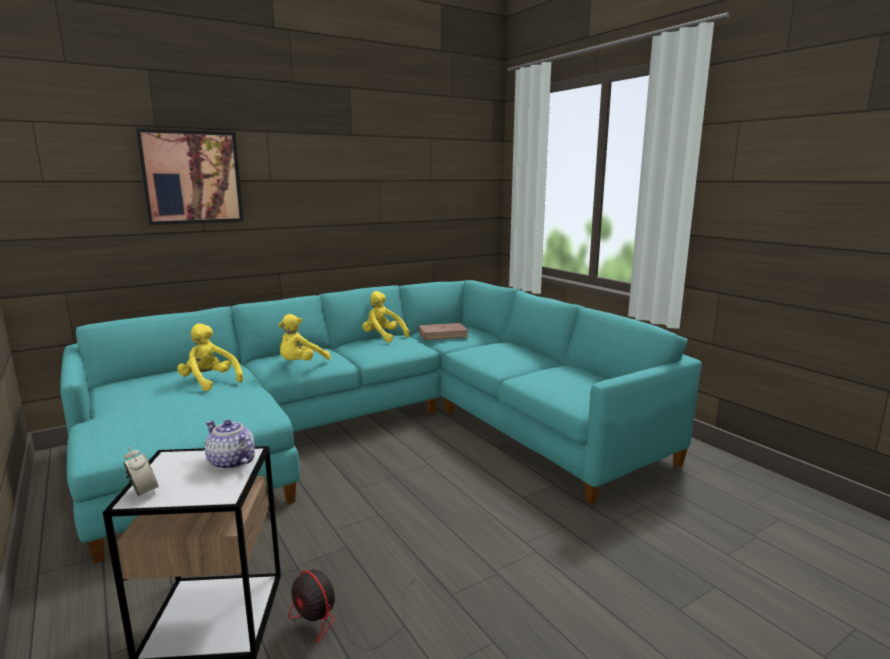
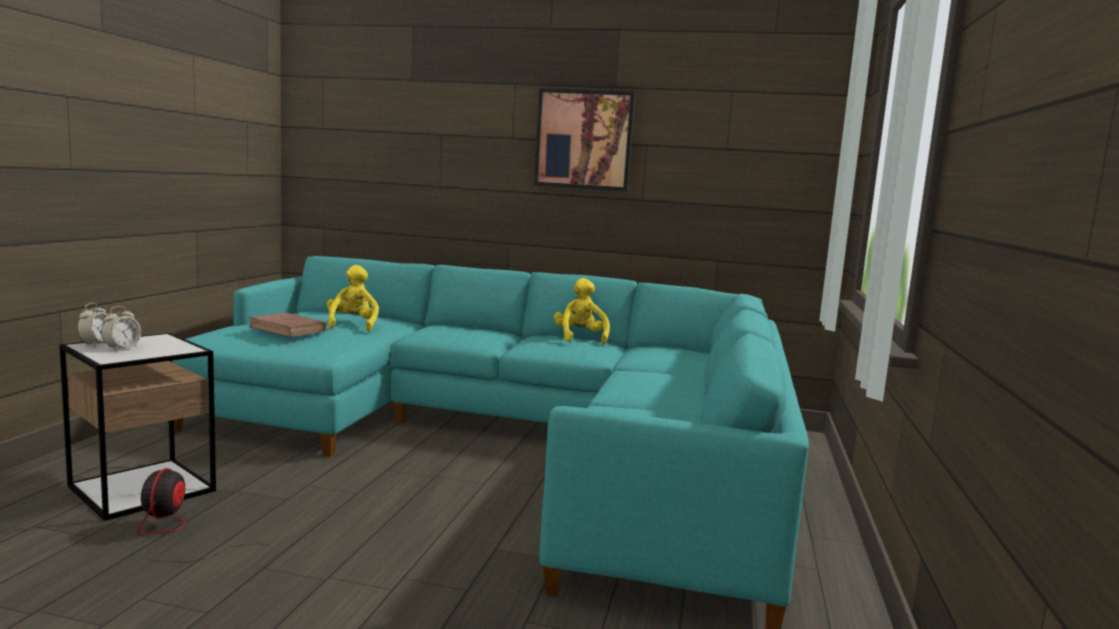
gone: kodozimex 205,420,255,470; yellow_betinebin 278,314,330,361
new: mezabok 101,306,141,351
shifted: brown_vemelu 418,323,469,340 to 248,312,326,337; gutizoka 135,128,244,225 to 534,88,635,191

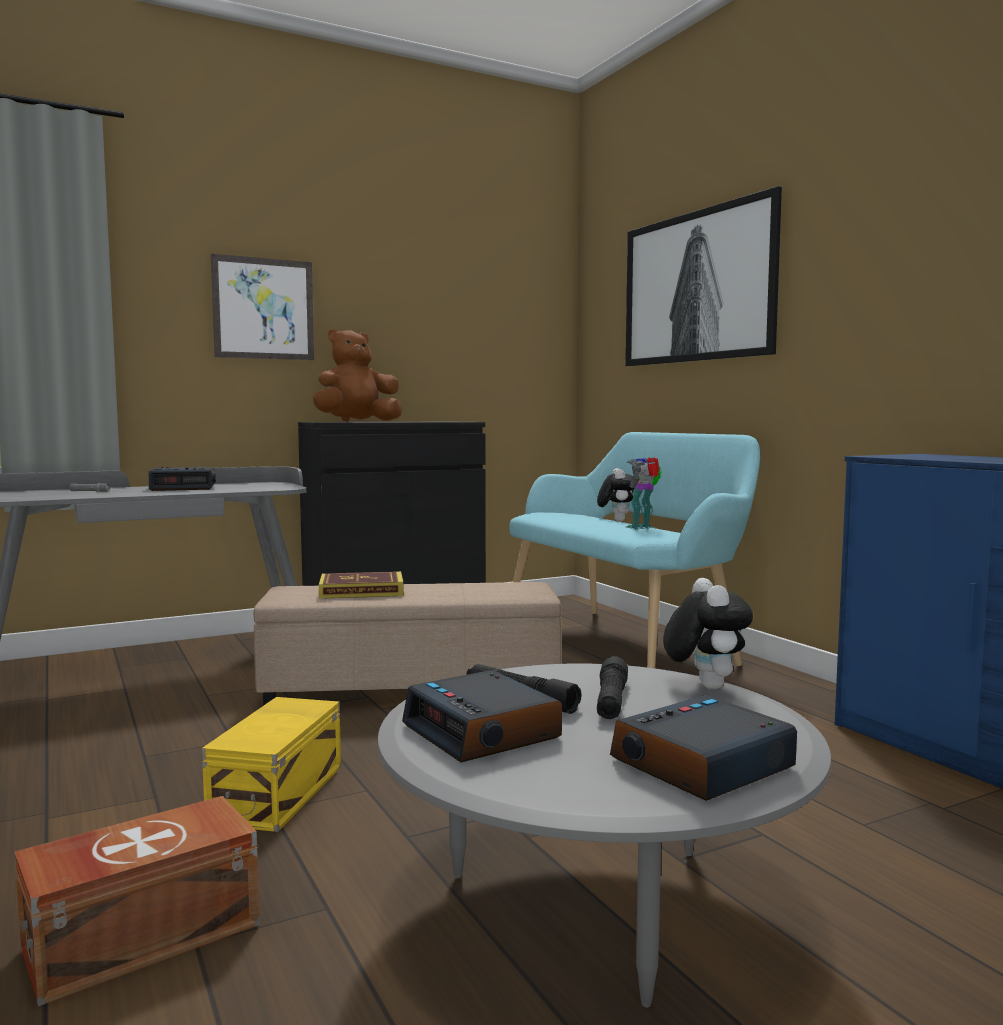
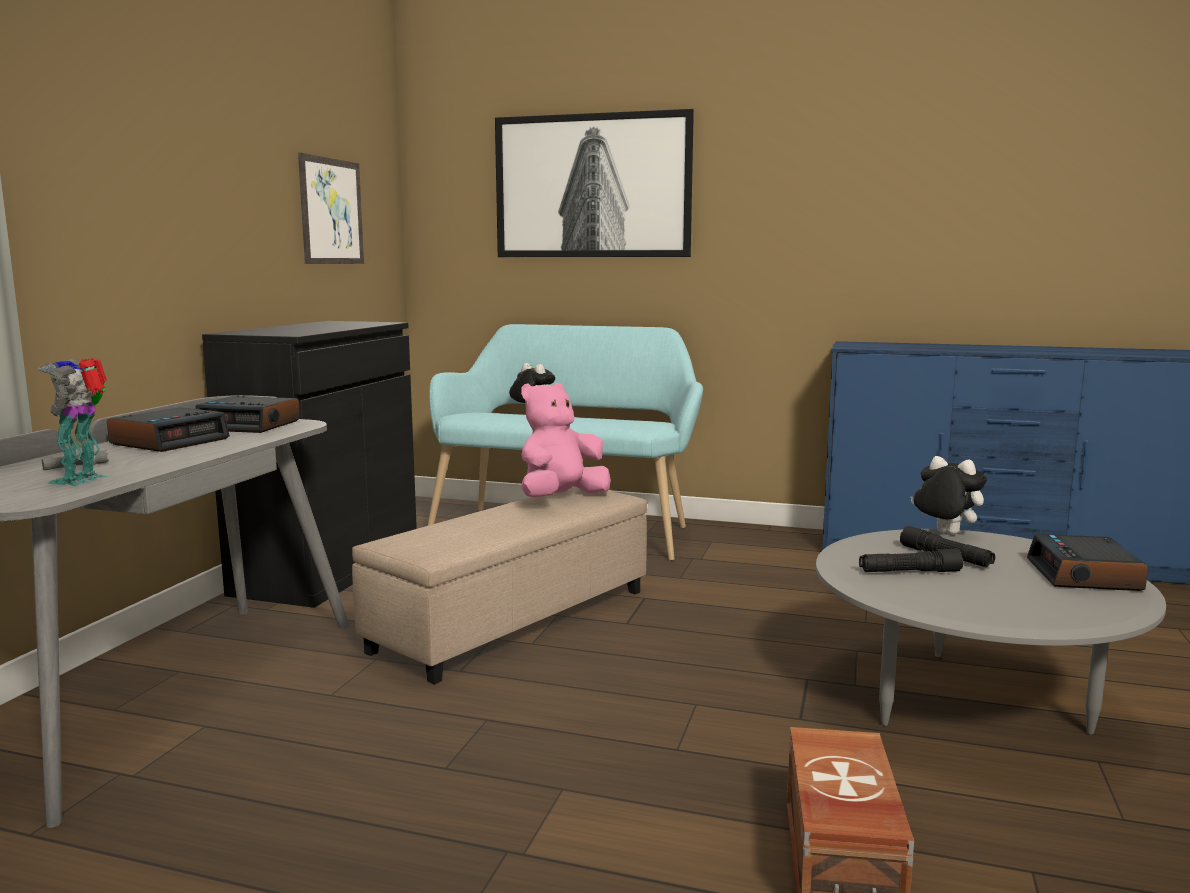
gone: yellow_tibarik 202,697,341,832; brown_betinebin 313,329,402,421; vemelu 319,571,404,599
new: pink_betinebin 521,383,611,497
shifted: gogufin 626,457,662,530 to 37,358,108,486; mezabok 402,670,562,762 to 195,396,300,433; gutizoka 211,254,314,360 to 298,153,364,264

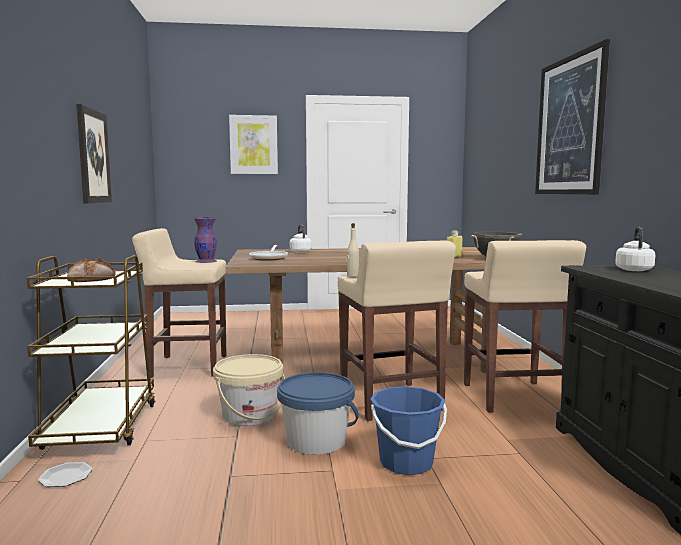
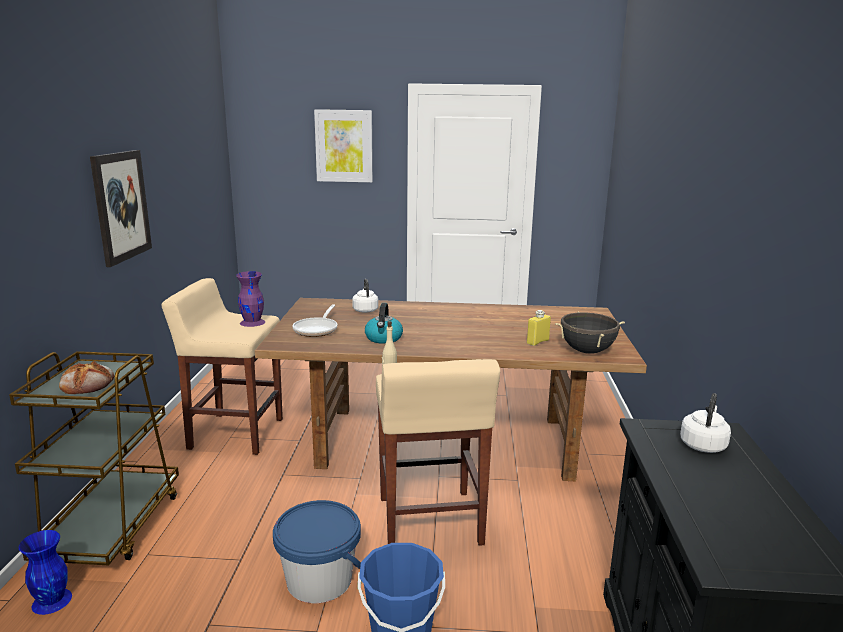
gone: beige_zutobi 213,354,285,426; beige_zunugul 464,240,586,413; gutizoka 535,39,610,194
new: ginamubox 365,303,403,344
swapped: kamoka 38,462,93,487 to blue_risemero 19,530,72,615

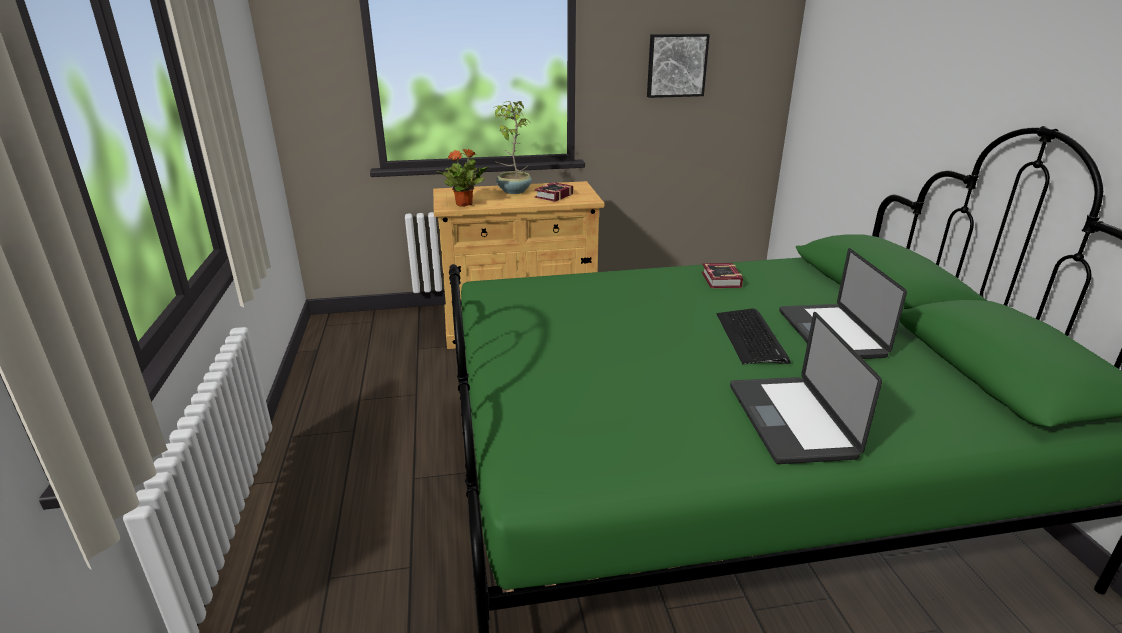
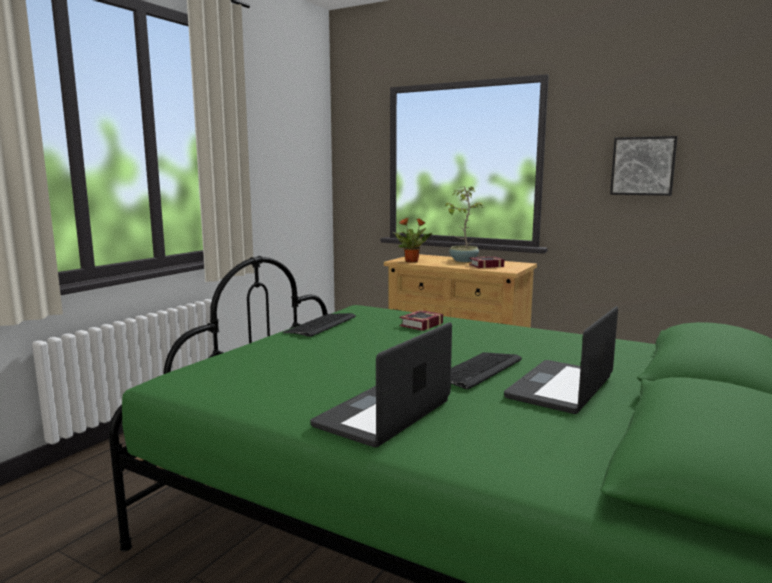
new: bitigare 282,313,356,337
shifted: vemelu 702,263,743,288 to 400,310,443,331

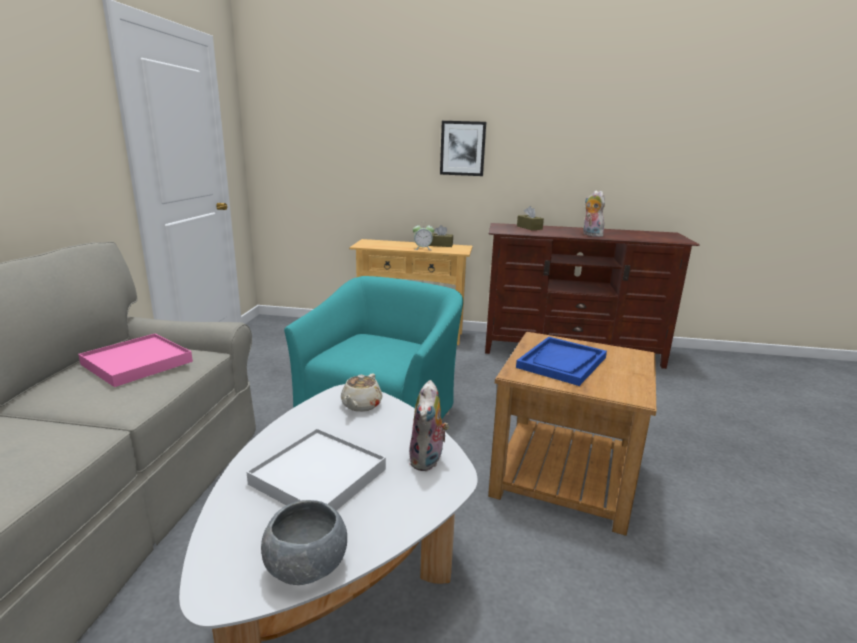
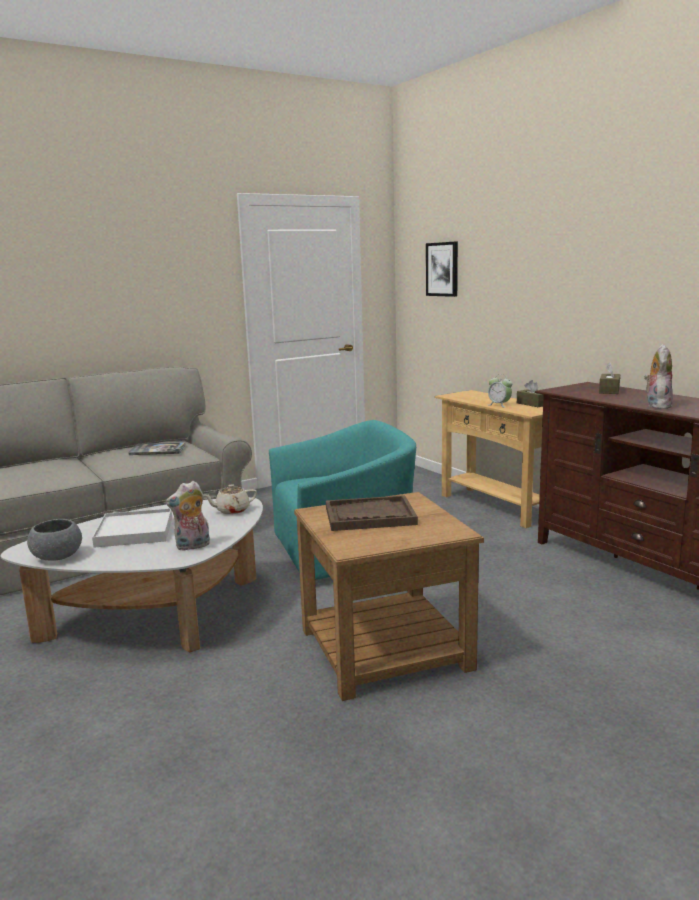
shifted: gutizoka 440,121,486,176 to 426,241,458,297
swapped: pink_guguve 78,334,193,387 to vemelu 129,443,185,455
repainted: blue_guguve 516,337,607,386 to brown_guguve 326,495,418,531

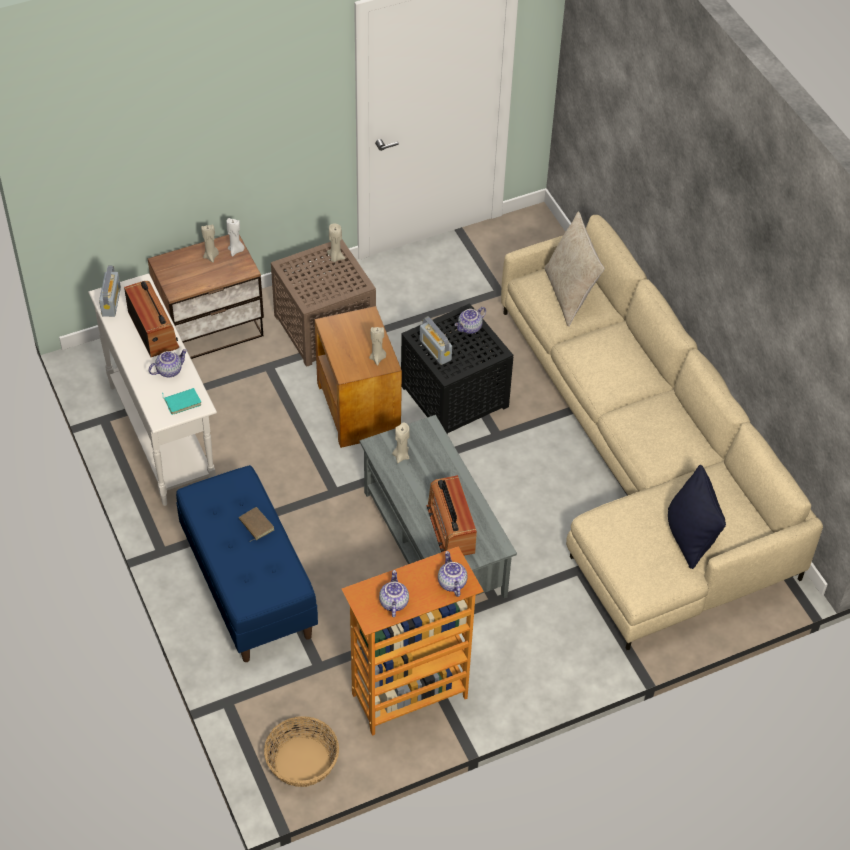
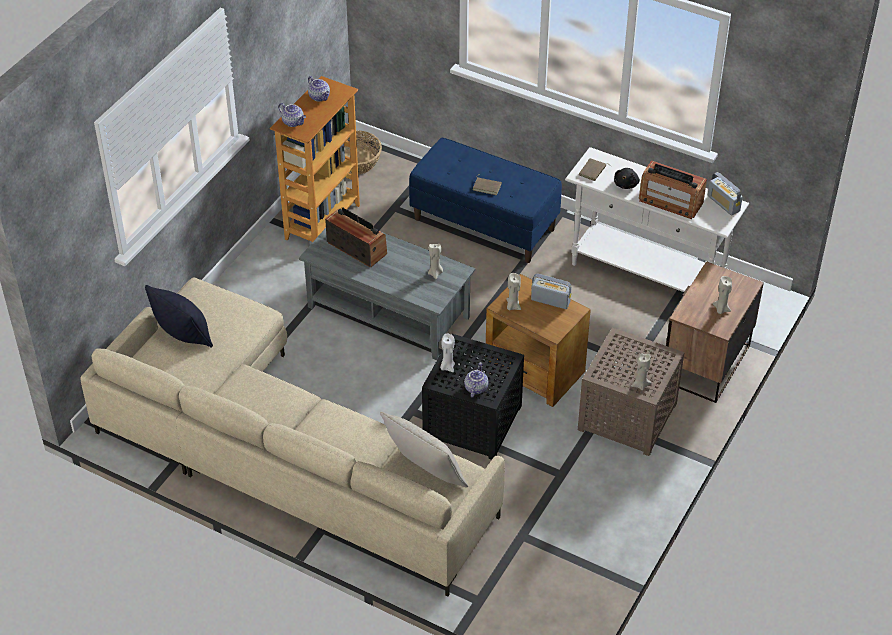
shifted: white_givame 226,218,245,257 to 440,334,455,372; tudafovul 420,316,452,365 to 531,274,571,309
swapped: kodozimex 149,349,188,377 to black_betinebin 614,168,640,189
repainted: turquoise_vemelu 162,388,201,415 to brown_vemelu 579,158,611,181

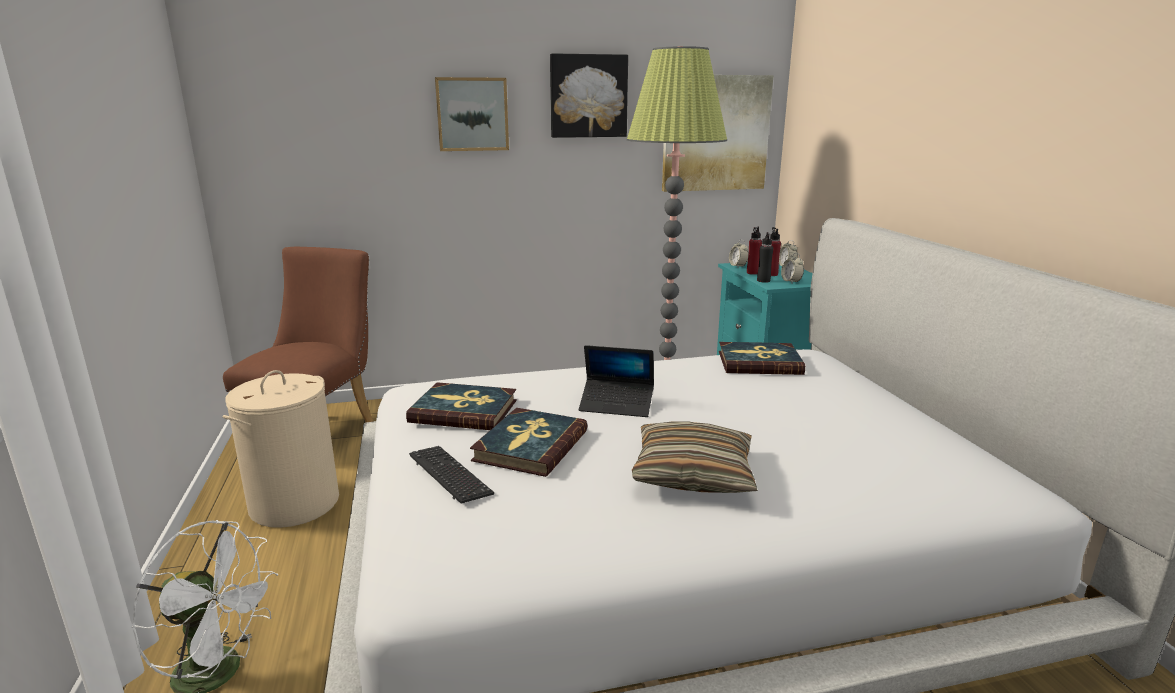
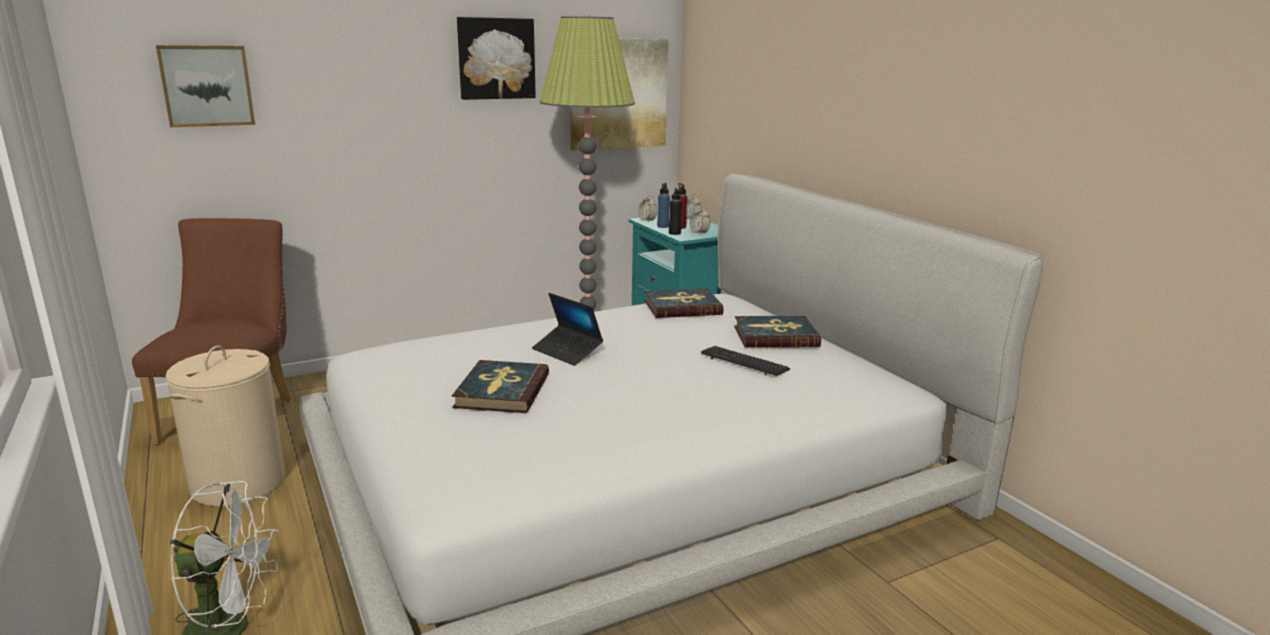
gone: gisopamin 632,421,758,493
shifted: gutizoka 435,77,509,151 to 156,45,255,127; bitigare 409,446,494,504 to 701,346,790,376; vemelu 406,382,517,430 to 734,316,821,348
repainted: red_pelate 747,227,762,275 to blue_pelate 657,183,670,228
rotated: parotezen 579,345,654,417 = 532,293,603,366 45 degrees clockwise

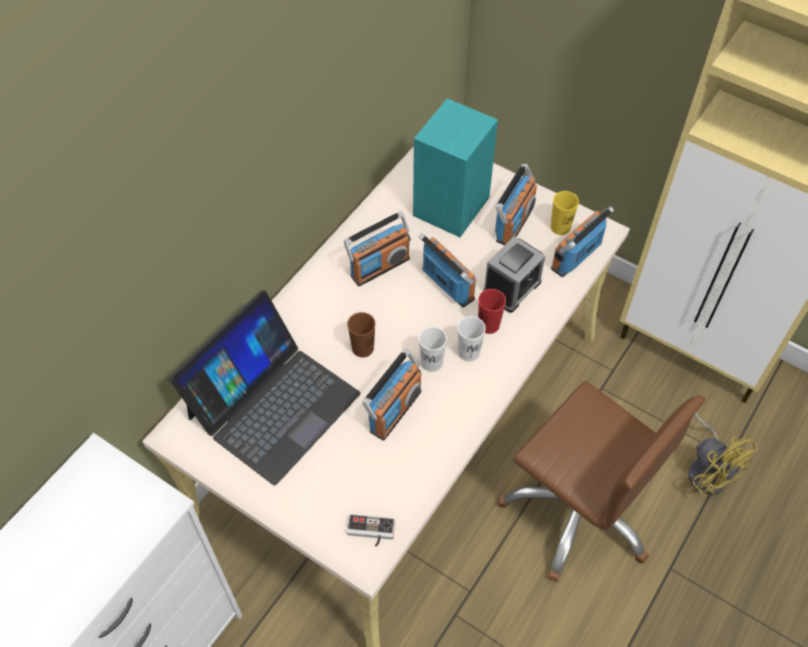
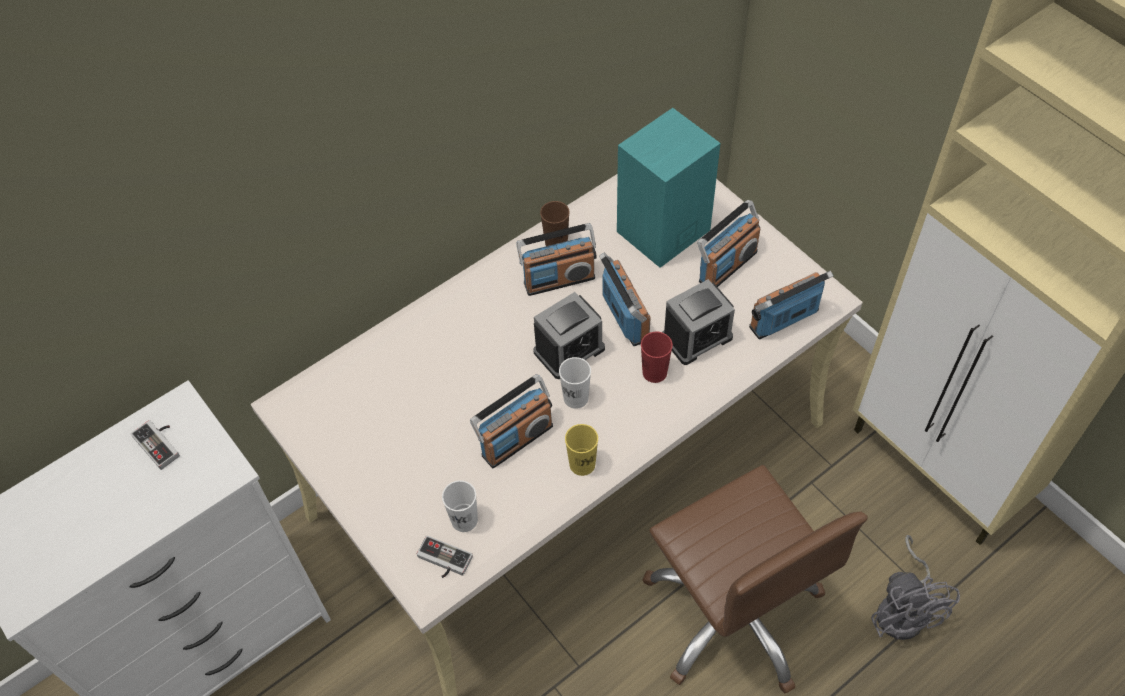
gone: parotezen 169,290,360,485
new: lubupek 131,420,180,470; mezabok 533,292,605,379
shifted: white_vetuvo 457,316,486,362 to 442,480,478,532; brown_vetuvo 347,312,375,357 to 540,201,570,246; yellow_vetuvo 551,191,579,235 to 565,424,598,476
repainted: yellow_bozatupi 688,413,758,496 to grey_bozatupi 871,535,960,640

